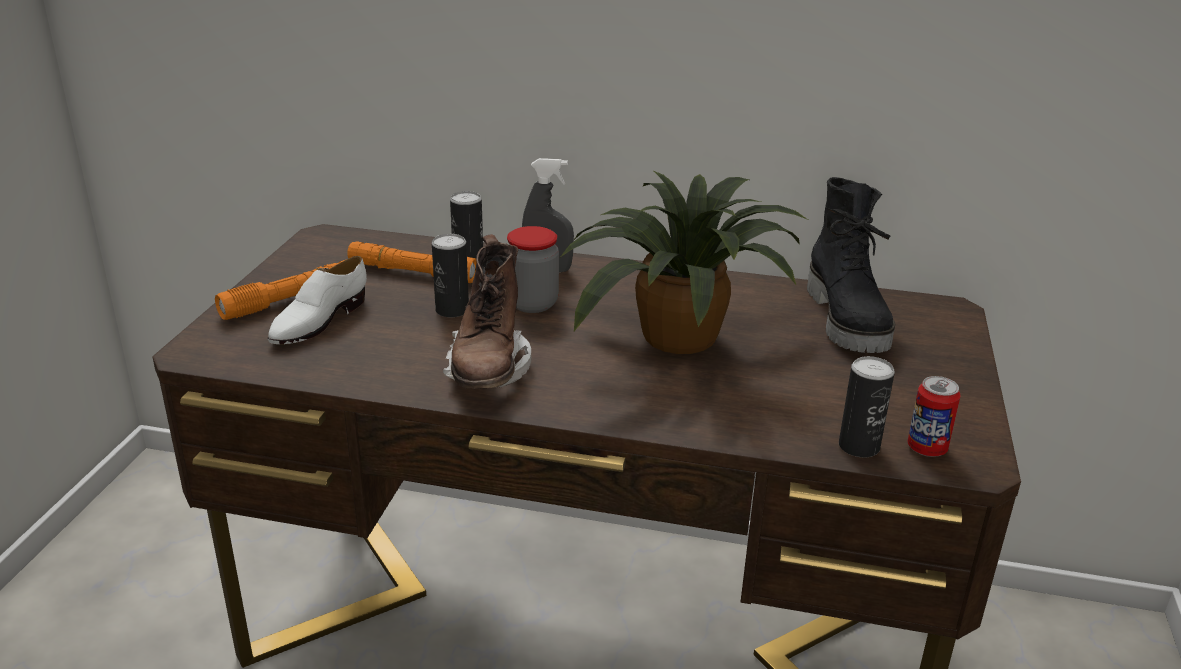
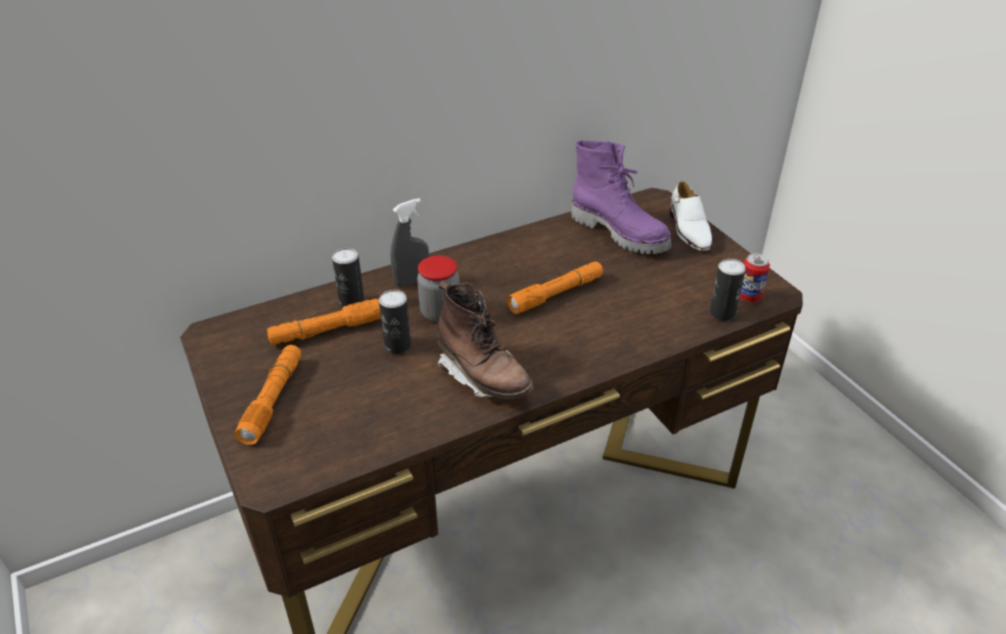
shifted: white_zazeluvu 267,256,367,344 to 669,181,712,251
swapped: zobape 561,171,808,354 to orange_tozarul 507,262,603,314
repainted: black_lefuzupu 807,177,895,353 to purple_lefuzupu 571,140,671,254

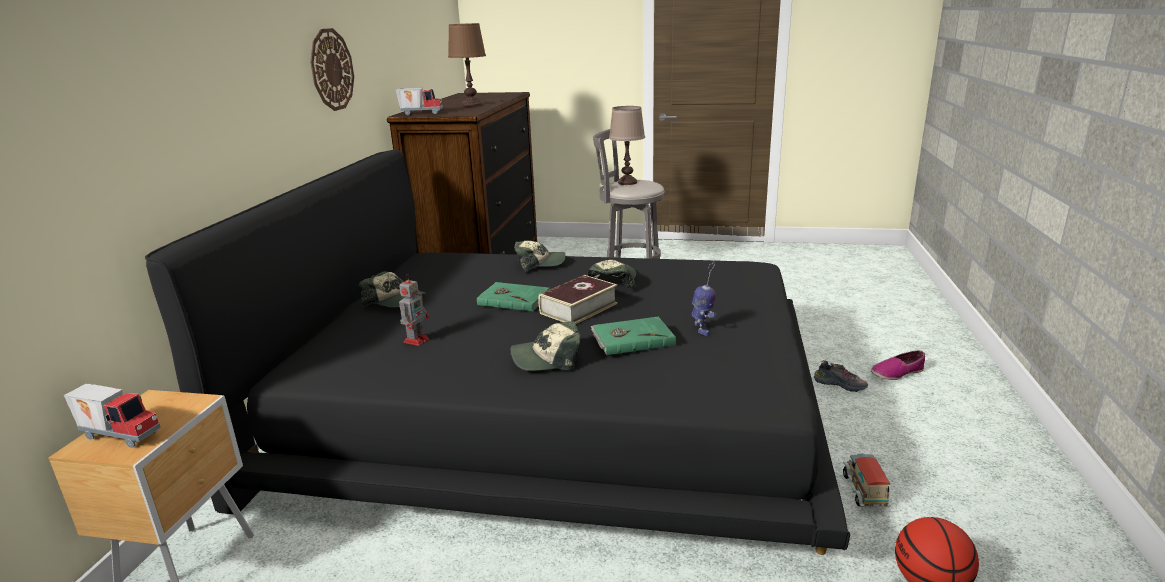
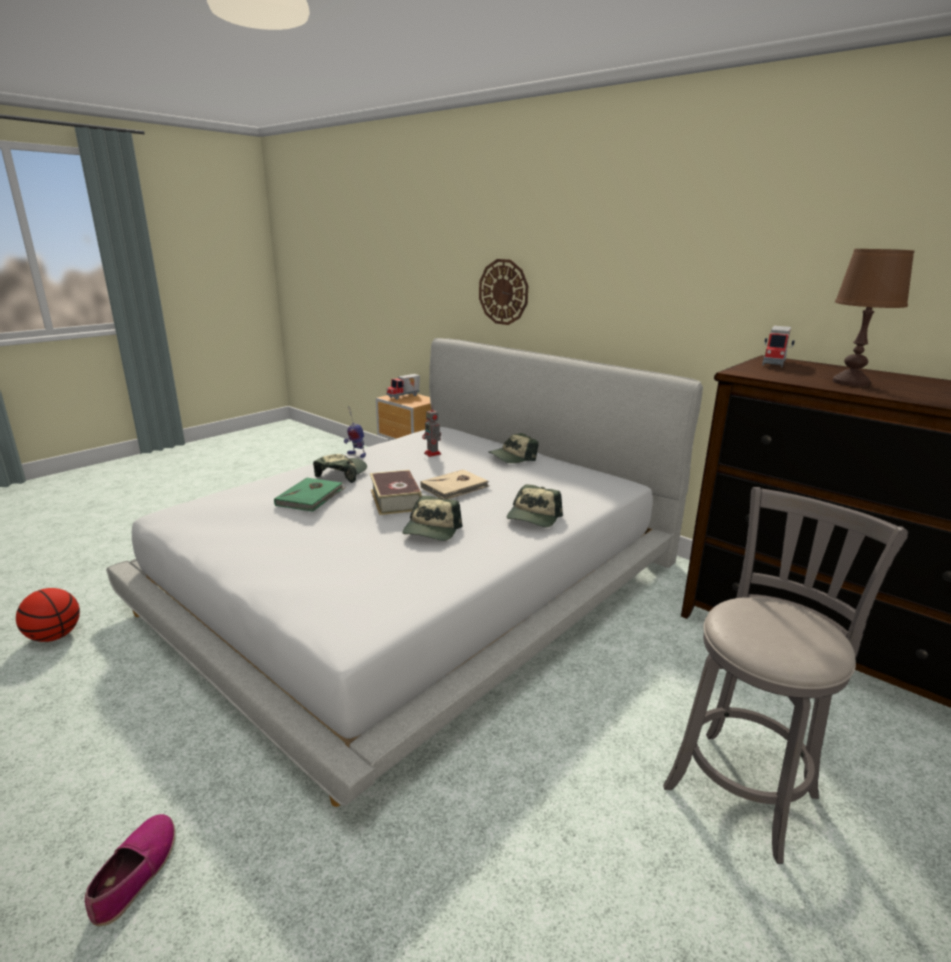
gone: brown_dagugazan 609,106,645,185; zazeluvu 813,360,868,392; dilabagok 843,454,891,508
shifted: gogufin 692,262,716,336 to 344,406,366,458; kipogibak 310,28,354,111 to 479,259,528,325
repainted: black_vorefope 145,150,850,555 to white_vorefope 106,338,703,807; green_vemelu 477,282,550,311 to beige_vemelu 420,469,490,499
rotated: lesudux 587,260,636,290 = 403,495,463,541 60 degrees clockwise

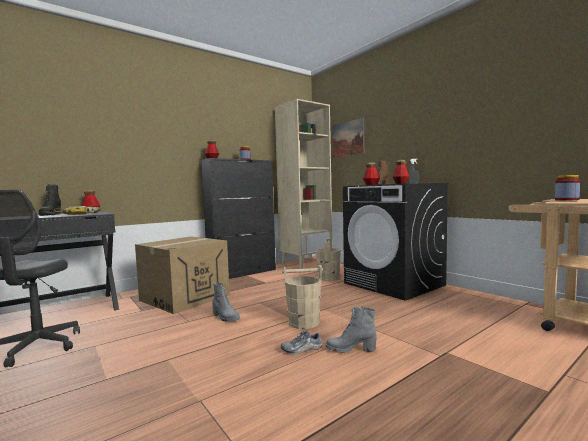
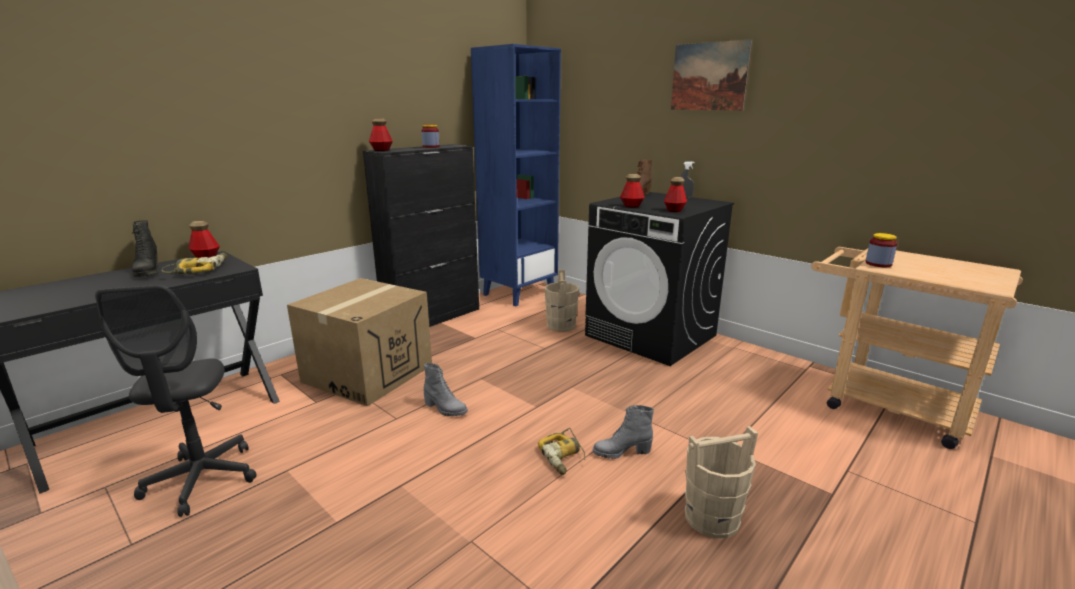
shifted: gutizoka 332,118,364,158 to 671,39,752,111; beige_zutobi 282,265,323,329 to 685,426,758,538
swapped: zazeluvu 281,328,322,355 to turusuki 538,428,585,475
repainted: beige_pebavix 275,99,332,269 to blue_pebavix 471,44,561,307

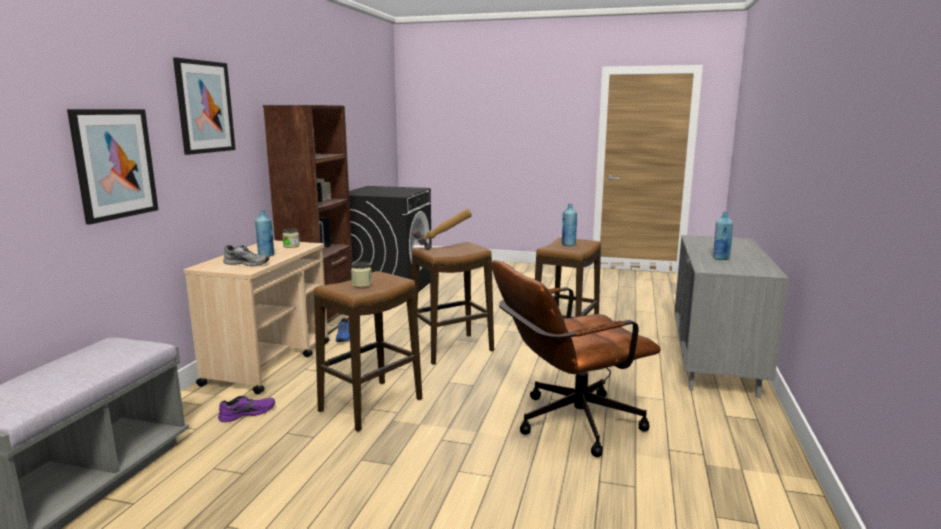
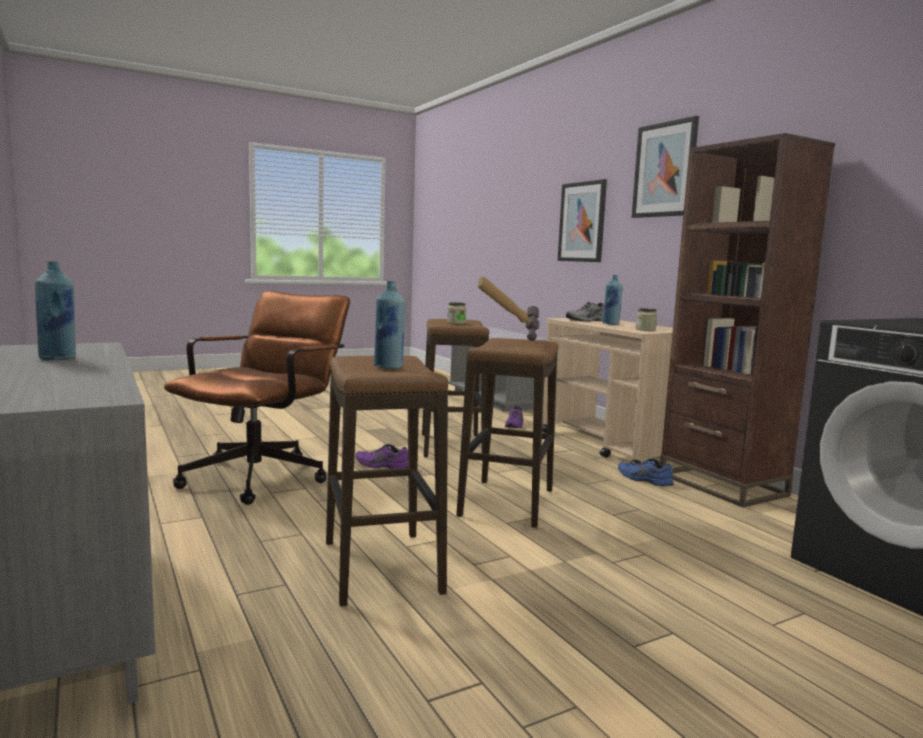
new: purple_zazeluvu 355,444,408,469

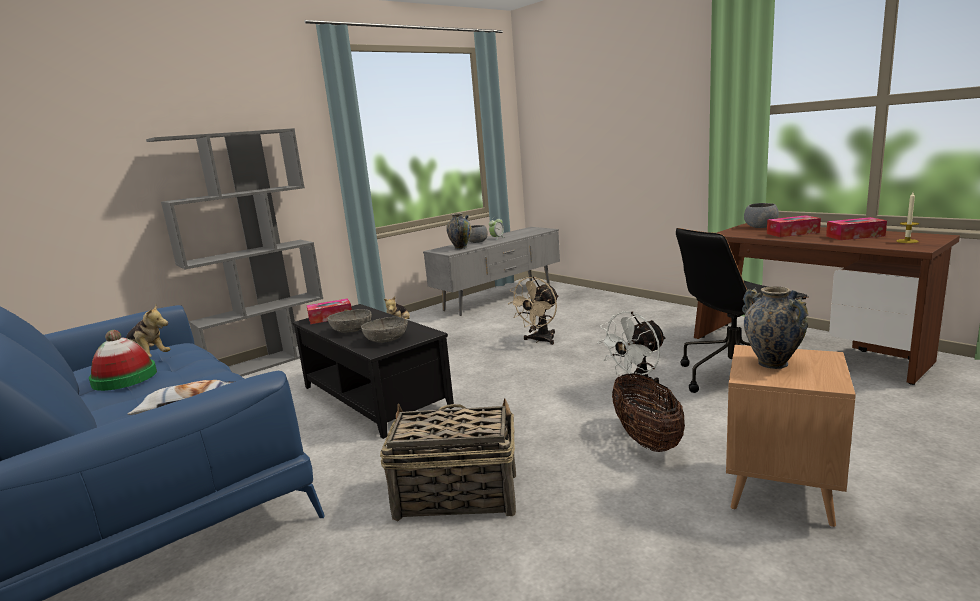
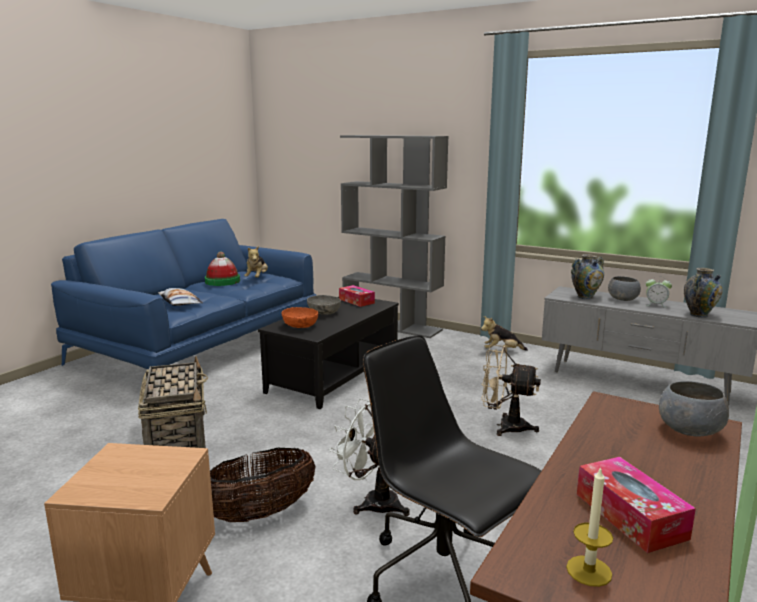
gone: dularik 767,215,821,237
shifted: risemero 742,286,809,369 to 684,268,723,318
repainted: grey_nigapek 361,317,408,343 to orange_nigapek 282,307,318,328

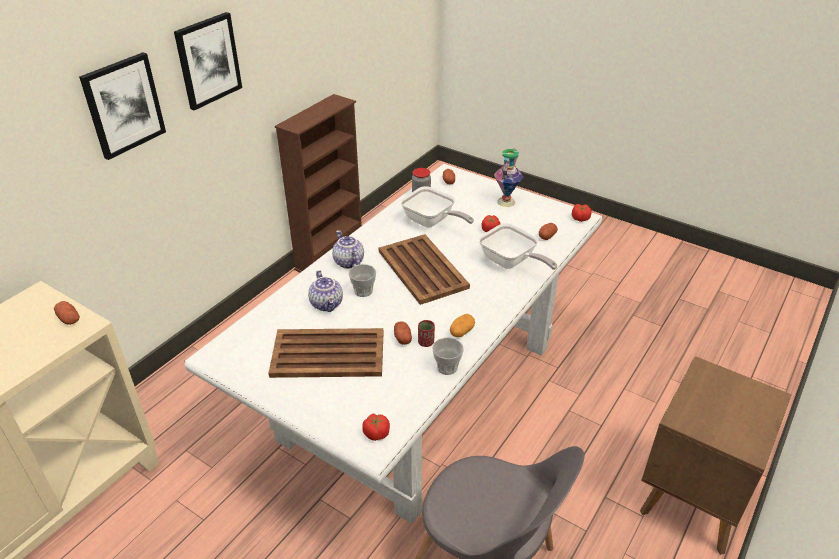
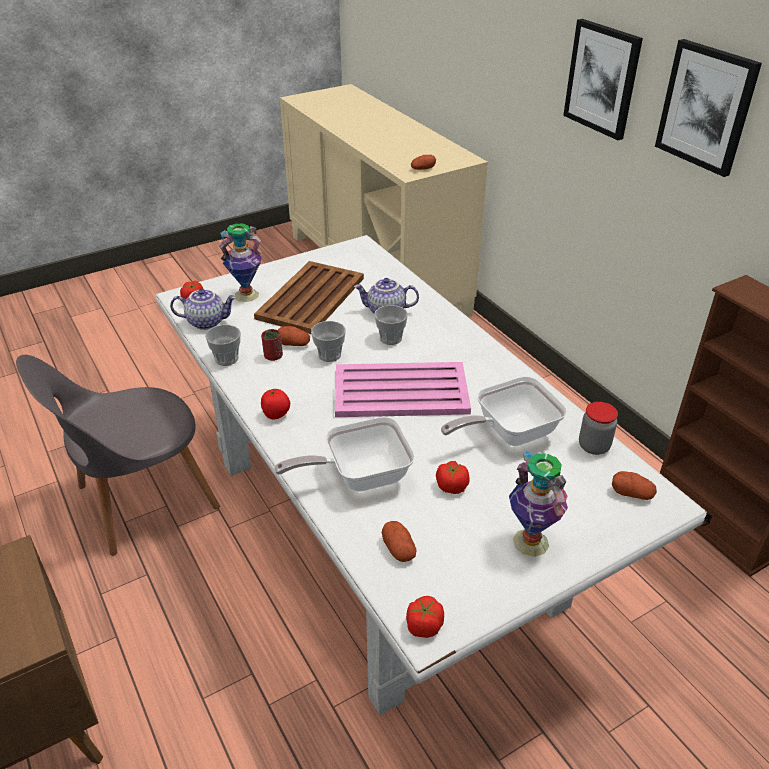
gone: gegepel 450,314,475,337
new: risemero 219,224,262,302; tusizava 261,389,290,420; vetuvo 311,321,346,362
shifted: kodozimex 332,230,364,269 to 170,289,236,330
repainted: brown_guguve 379,234,470,305 to pink_guguve 335,362,471,417

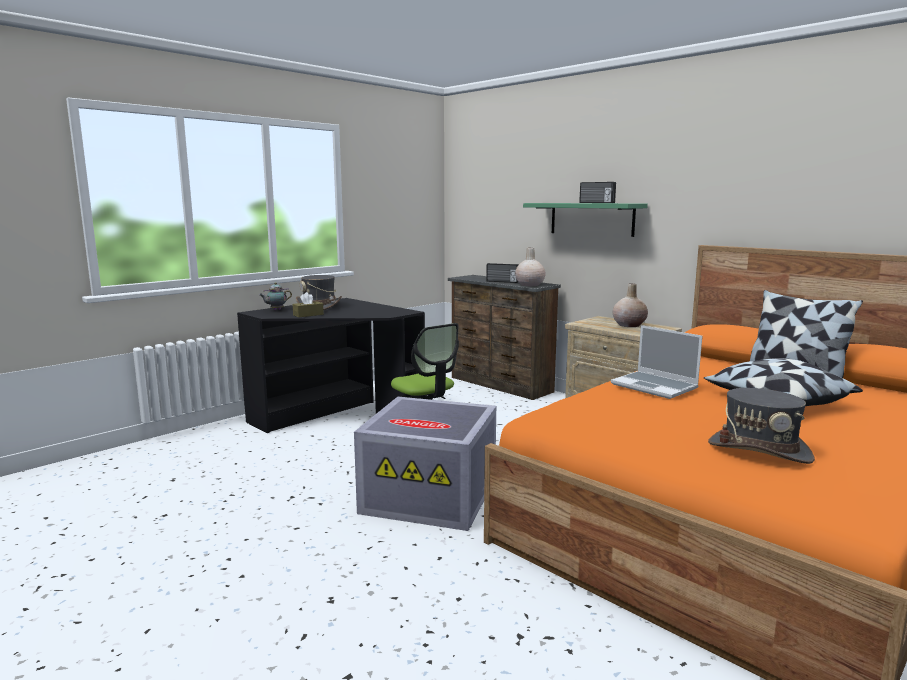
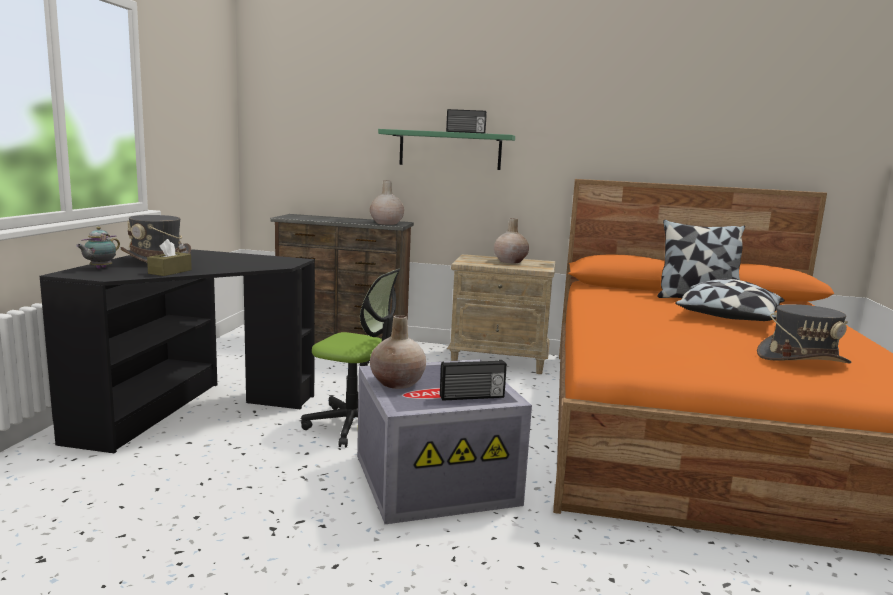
gone: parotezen 611,325,702,399
new: beige_risemero 370,315,426,389
shifted: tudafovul 486,263,519,283 to 440,360,507,401

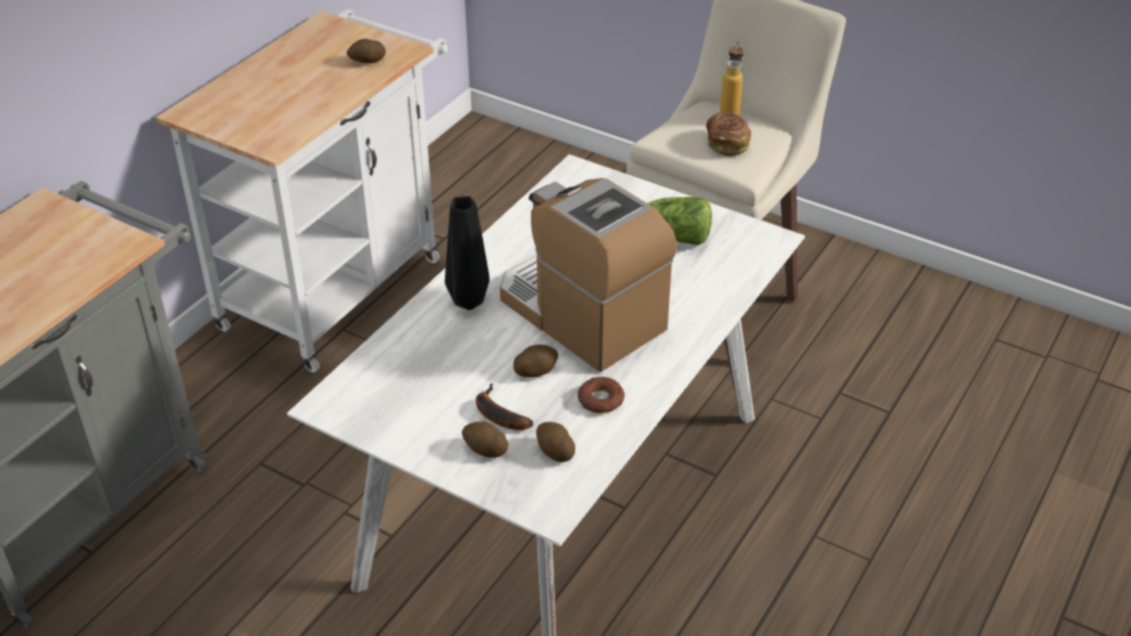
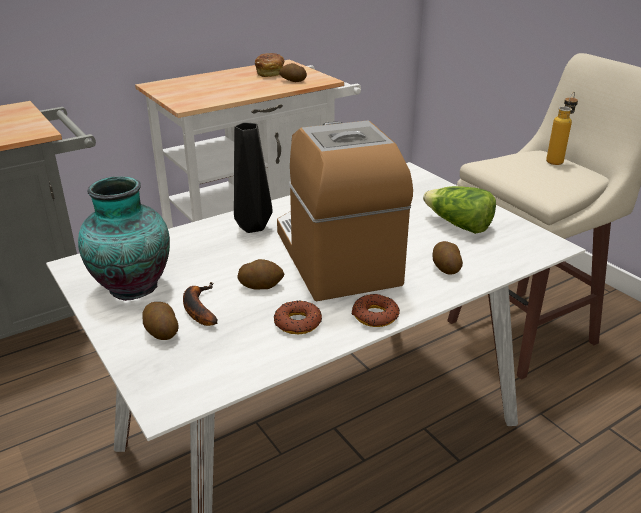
new: risemero 78,176,170,301; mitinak 351,294,400,327
shifted: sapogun 706,112,751,156 to 255,53,284,77; gegepel 536,422,575,462 to 433,241,463,275

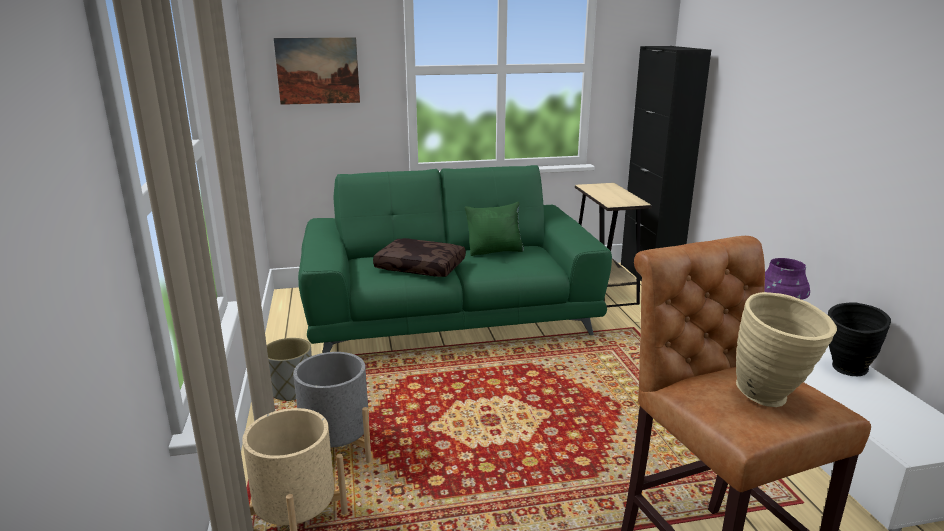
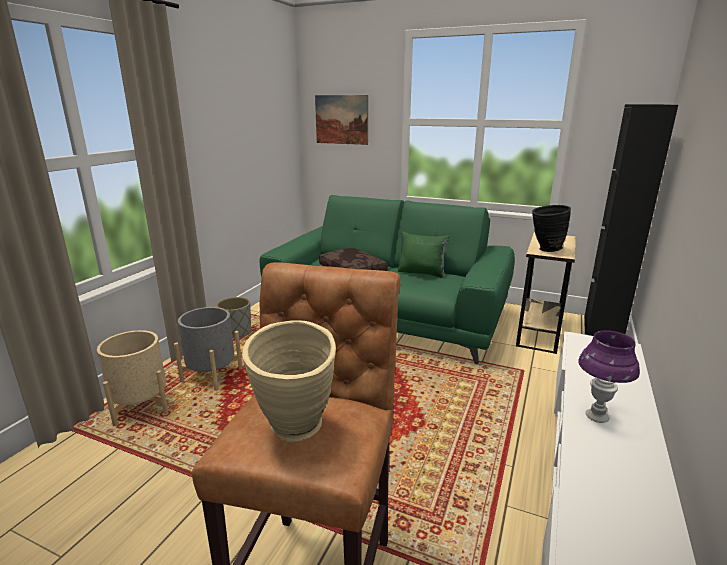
shifted: black_risemero 828,302,891,376 to 532,205,571,252

